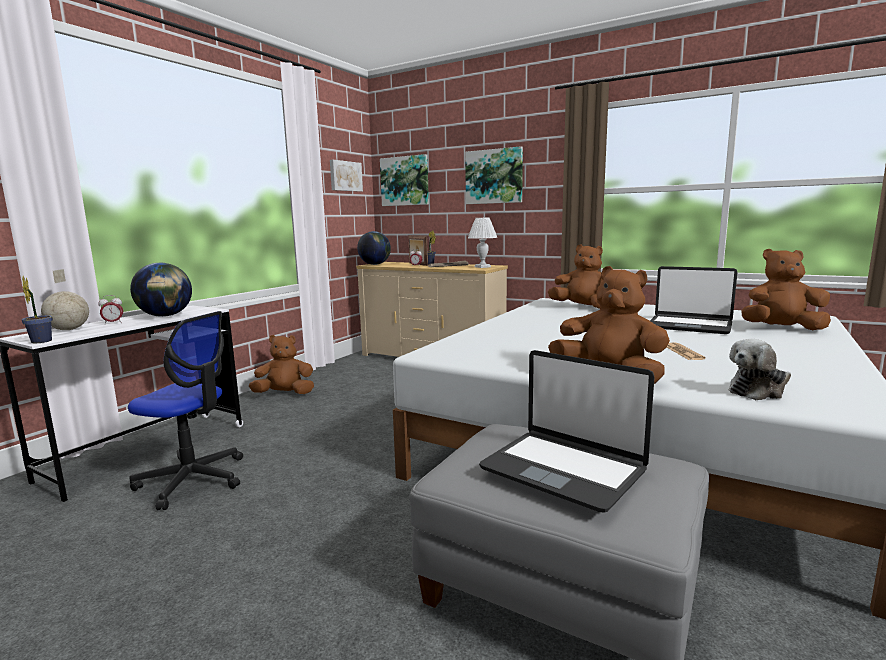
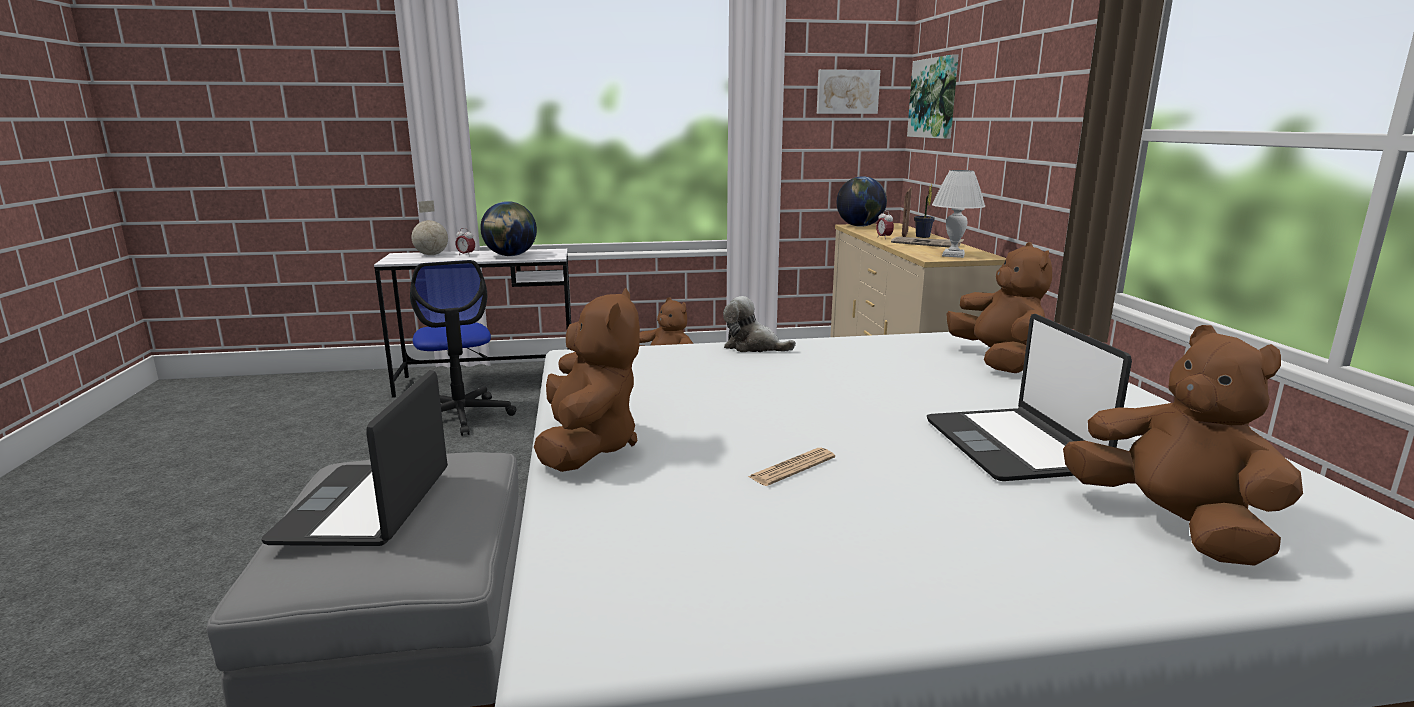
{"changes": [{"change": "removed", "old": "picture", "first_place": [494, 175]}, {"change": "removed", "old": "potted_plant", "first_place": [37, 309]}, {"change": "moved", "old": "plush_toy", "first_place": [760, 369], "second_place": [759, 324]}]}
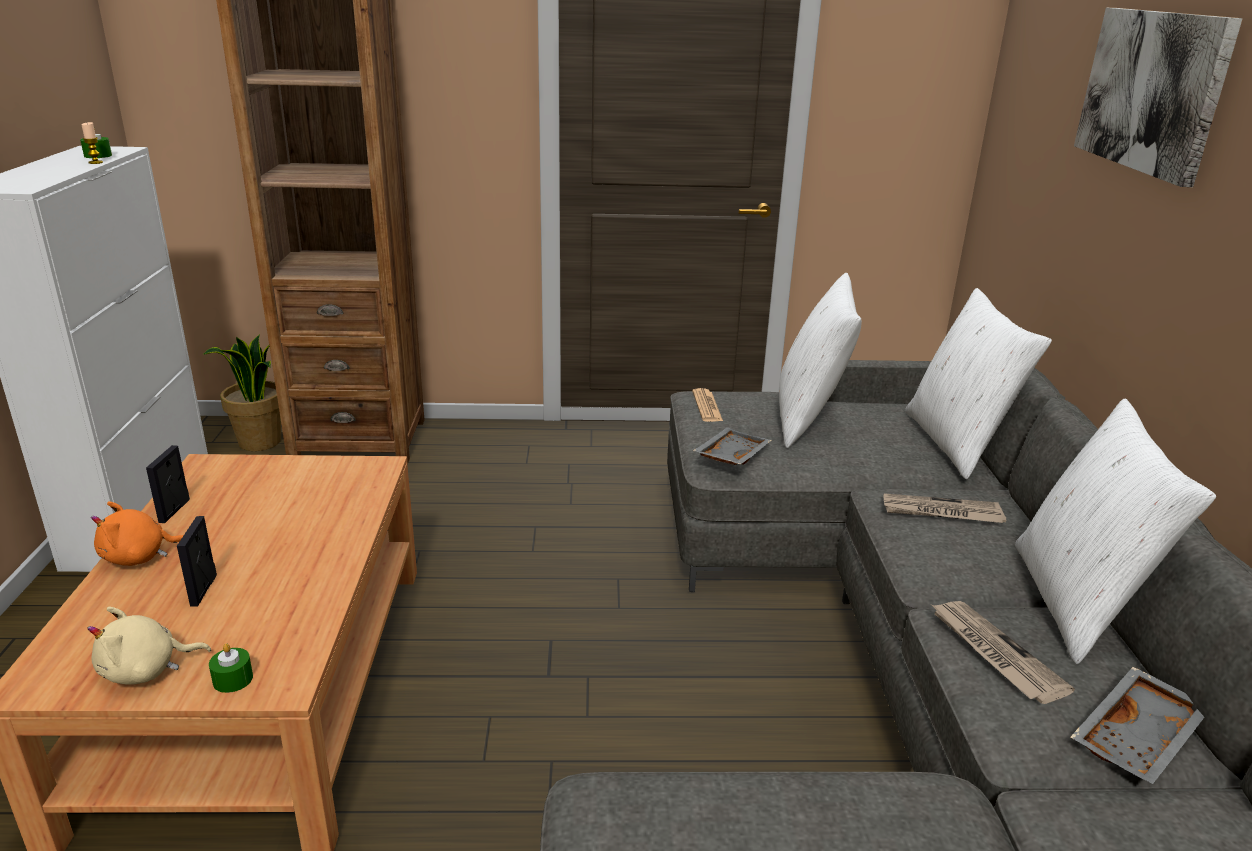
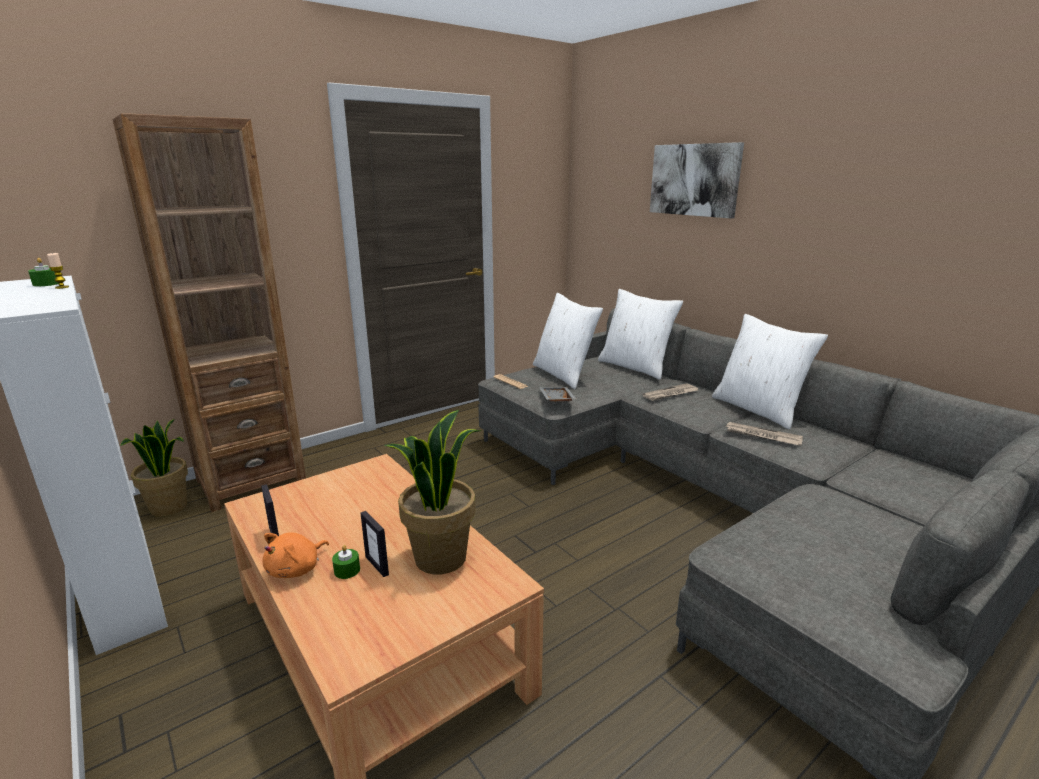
{"changes": [{"change": "removed", "old": "beige_plush_toy", "first_place": [149, 646]}, {"change": "moved", "old": "green_candle", "first_place": [231, 668], "second_place": [346, 562]}, {"change": "removed", "old": "grey_tray", "first_place": [1137, 725]}, {"change": "added", "new": "potted_plant", "second_place": [433, 492]}]}
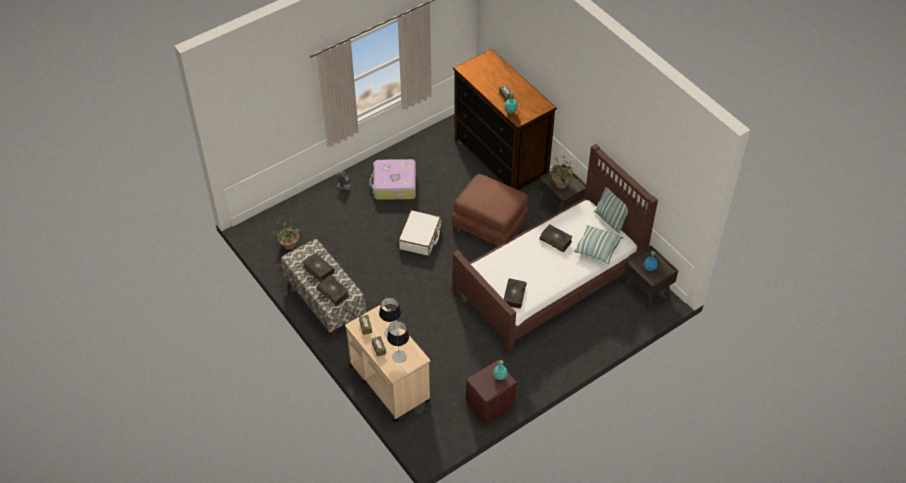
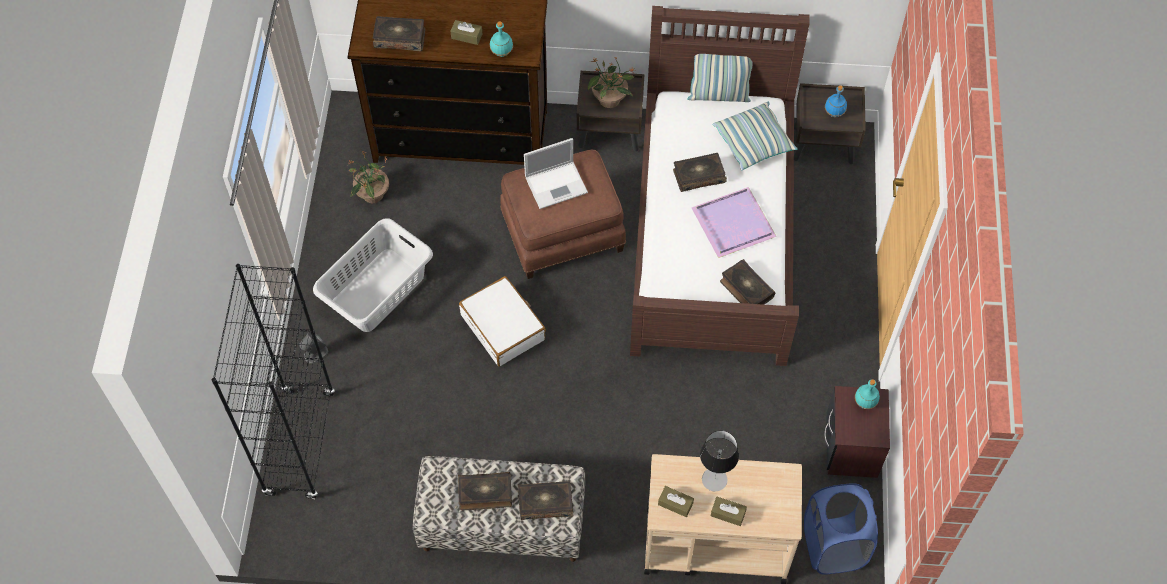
{"changes": [{"change": "replaced", "old": "suitcase", "new": "grey_laundry_basket", "first_place": [392, 179], "second_place": [373, 275]}, {"change": "moved", "old": "potted_plant", "first_place": [286, 233], "second_place": [368, 177]}, {"change": "removed", "old": "table_lamp", "first_place": [398, 342]}, {"change": "added", "new": "book", "second_place": [399, 33]}, {"change": "added", "new": "laptop", "second_place": [556, 173]}, {"change": "added", "new": "purple_tray", "second_place": [734, 222]}, {"change": "added", "new": "black_bookcase", "second_place": [273, 382]}, {"change": "added", "new": "blue_laundry_basket", "second_place": [841, 529]}]}
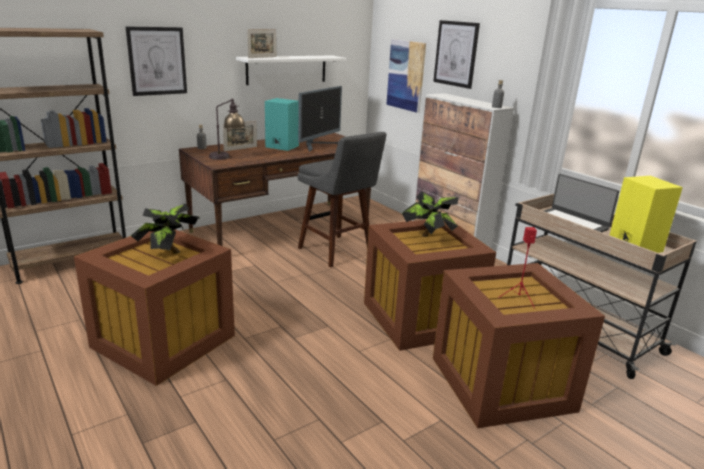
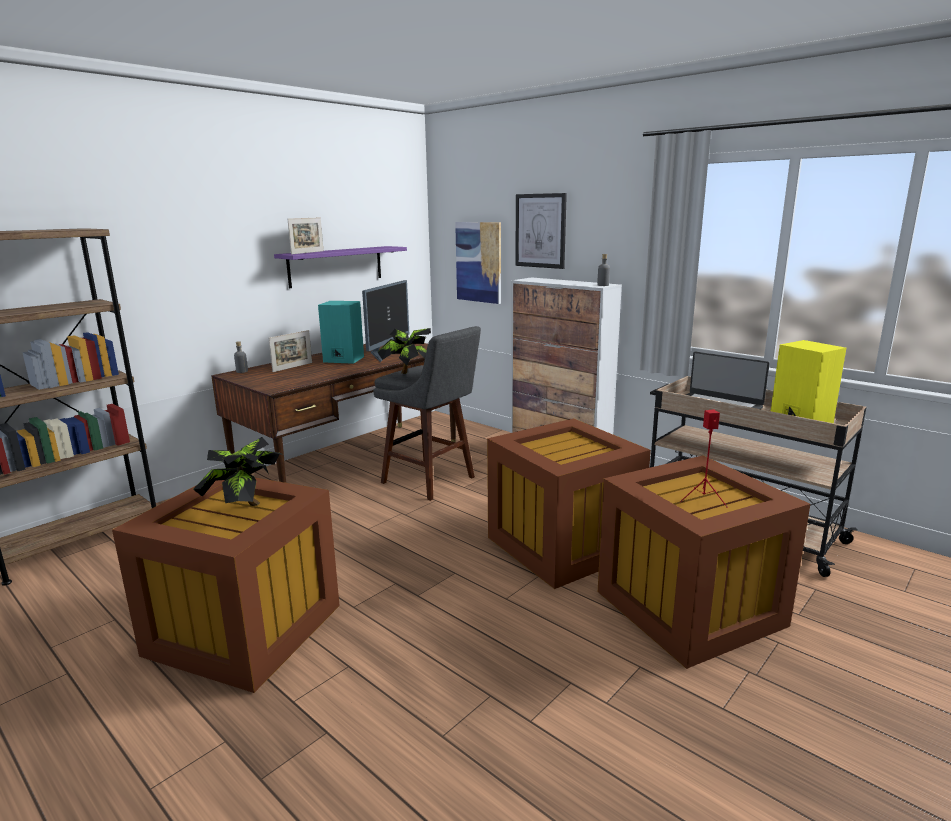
{"changes": [{"change": "removed", "old": "picture", "first_place": [156, 61]}, {"change": "recoloured", "old": "white_shelf", "new": "purple_shelf", "first_place": [291, 70], "second_place": [340, 267]}, {"change": "removed", "old": "table_lamp", "first_place": [227, 129]}, {"change": "moved", "old": "potted_plant", "first_place": [430, 214], "second_place": [404, 351]}]}
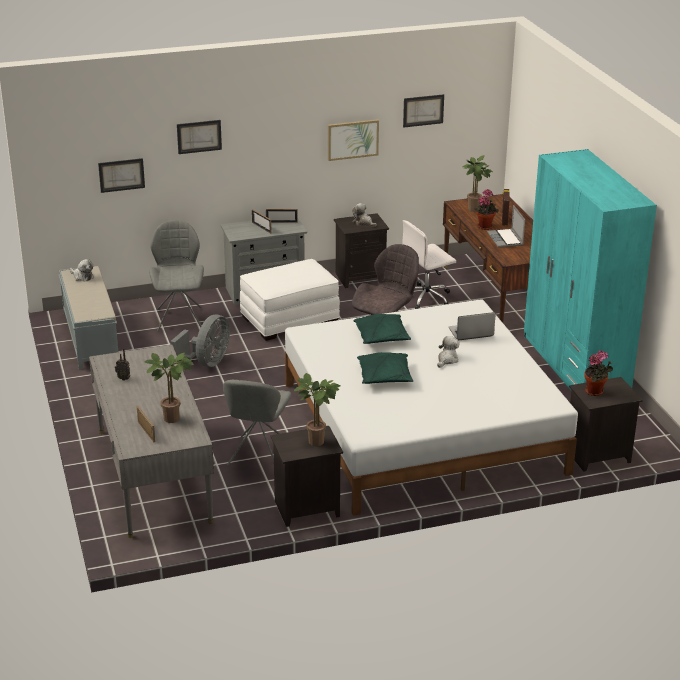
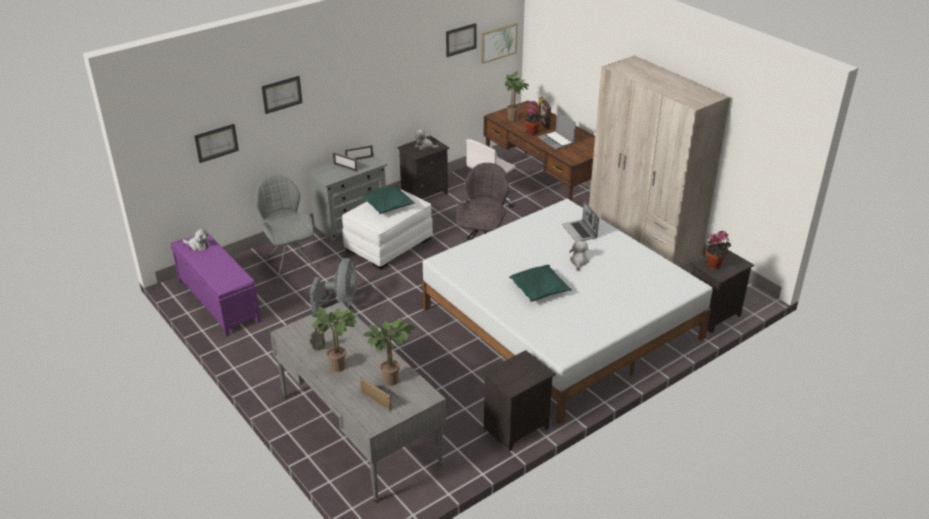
{"changes": [{"change": "moved", "old": "picture", "first_place": [353, 140], "second_place": [499, 43]}, {"change": "recoloured", "old": "turquoise_wardrobe", "new": "beige_wardrobe", "first_place": [590, 270], "second_place": [659, 161]}, {"change": "recoloured", "old": "grey_bench", "new": "purple_bench", "first_place": [88, 318], "second_place": [215, 285]}, {"change": "turned", "old": "laptop", "first_place": [472, 326], "second_place": [580, 221], "degrees": -75}, {"change": "moved", "old": "green_pillow", "first_place": [382, 329], "second_place": [388, 199]}, {"change": "moved", "old": "potted_plant", "first_place": [317, 409], "second_place": [333, 339]}, {"change": "removed", "old": "grey_chair", "first_place": [257, 423]}]}
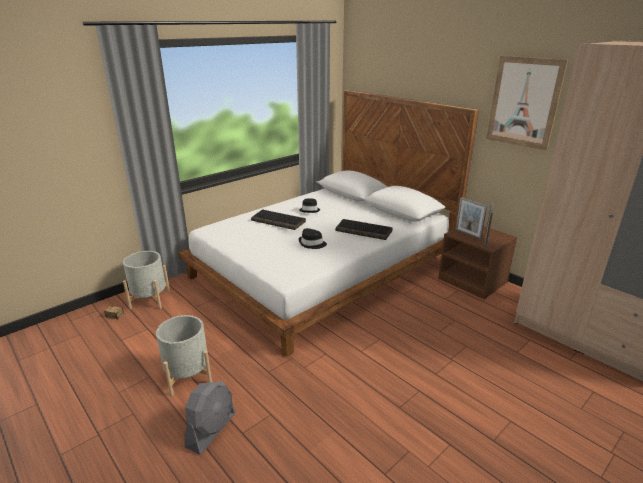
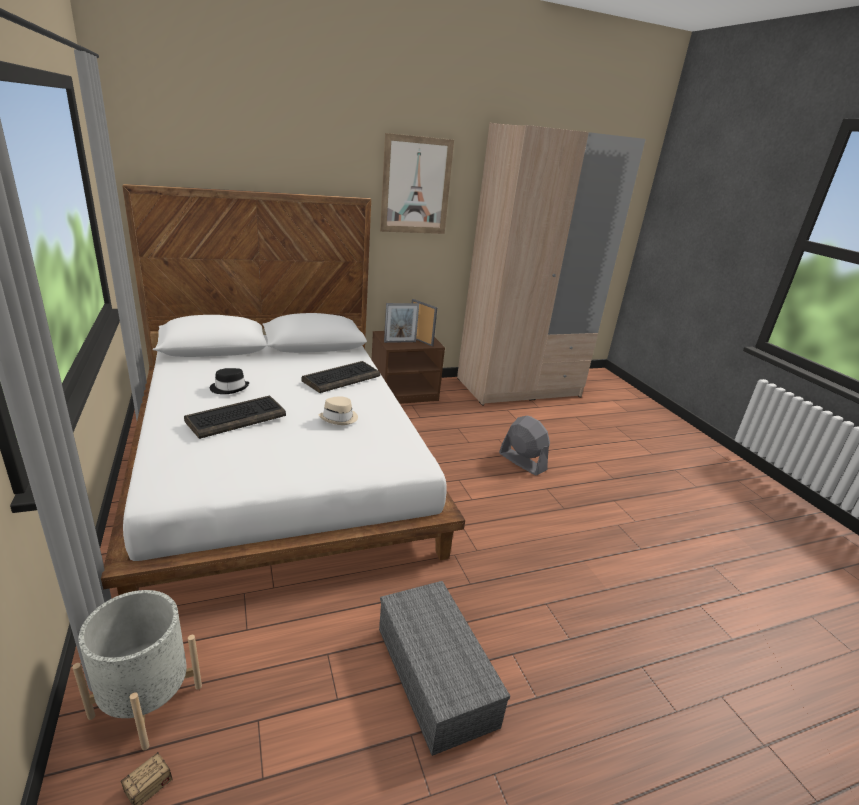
{"changes": [{"change": "recoloured", "old": "black_hat", "new": "beige_hat", "first_place": [313, 238], "second_place": [338, 410]}, {"change": "replaced", "old": "grey_planter", "new": "grey_storage_box", "first_place": [184, 355], "second_place": [444, 668]}, {"change": "moved", "old": "grey_fan", "first_place": [210, 418], "second_place": [524, 445]}]}
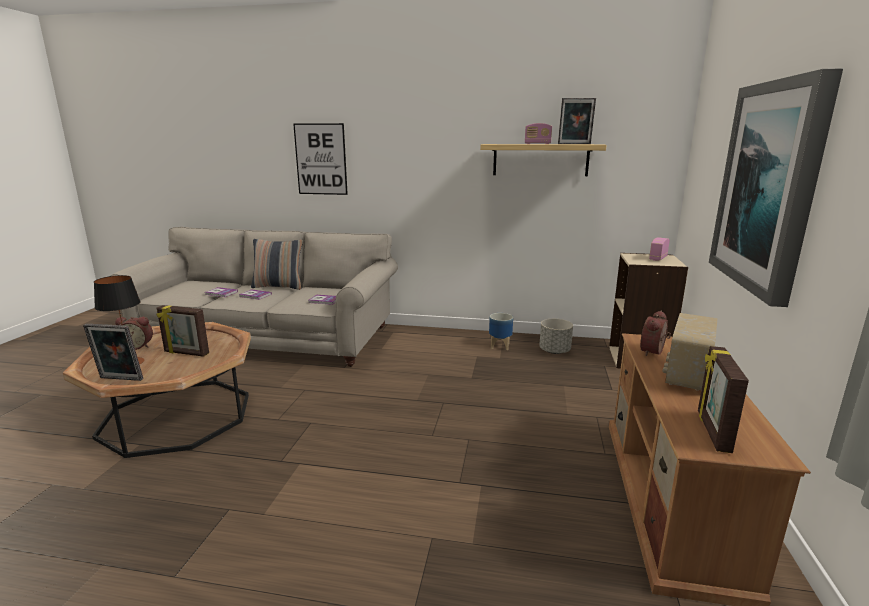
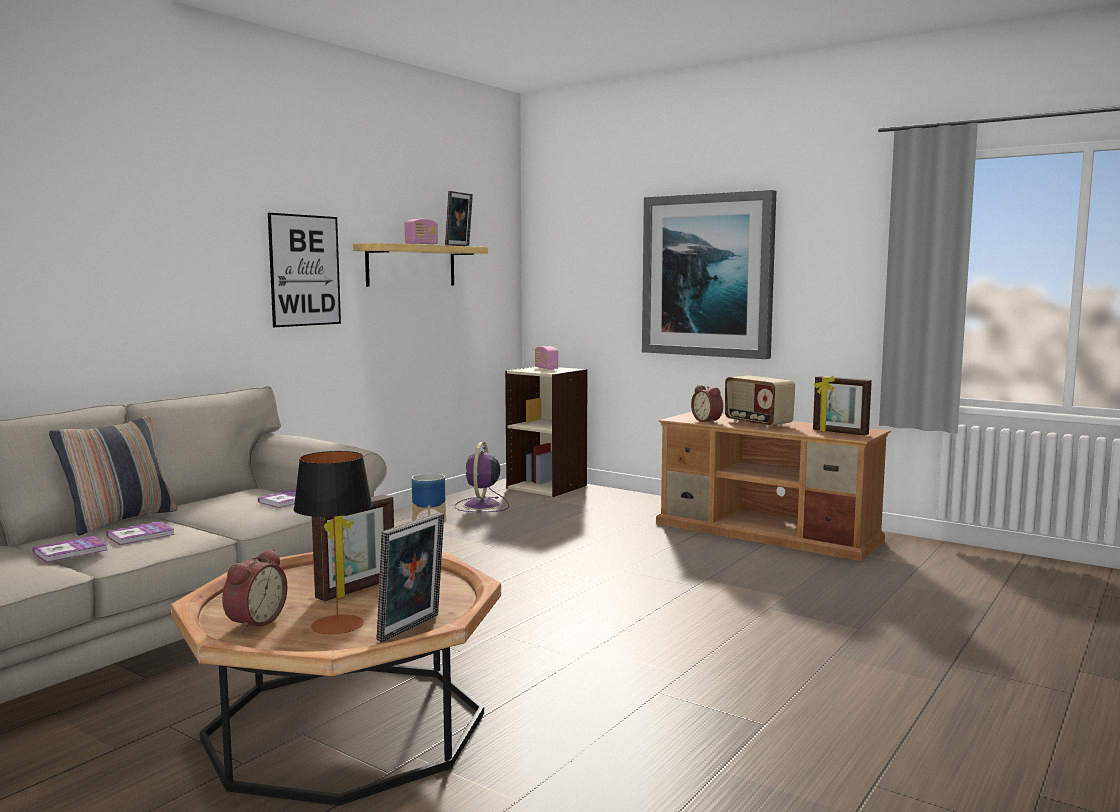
{"changes": [{"change": "moved", "old": "picture", "first_place": [320, 159], "second_place": [304, 270]}, {"change": "replaced", "old": "grey_planter", "new": "purple_fan", "first_place": [556, 336], "second_place": [482, 477]}]}
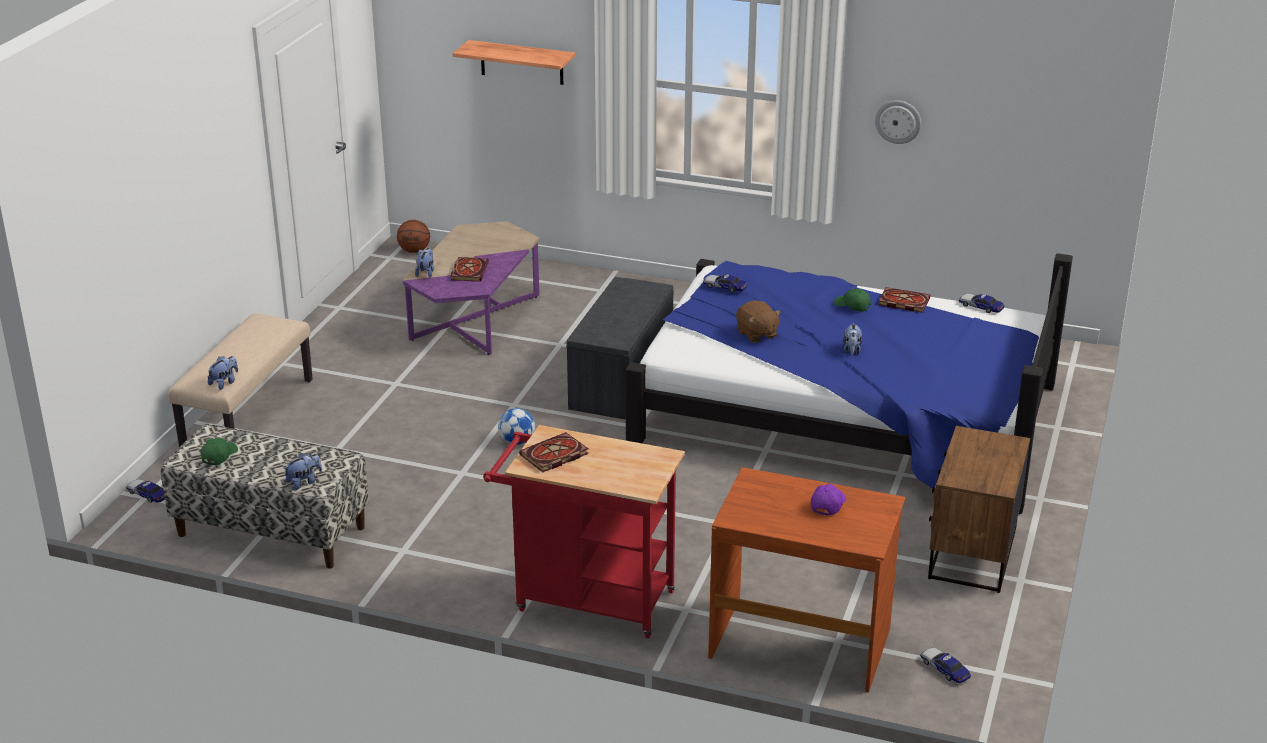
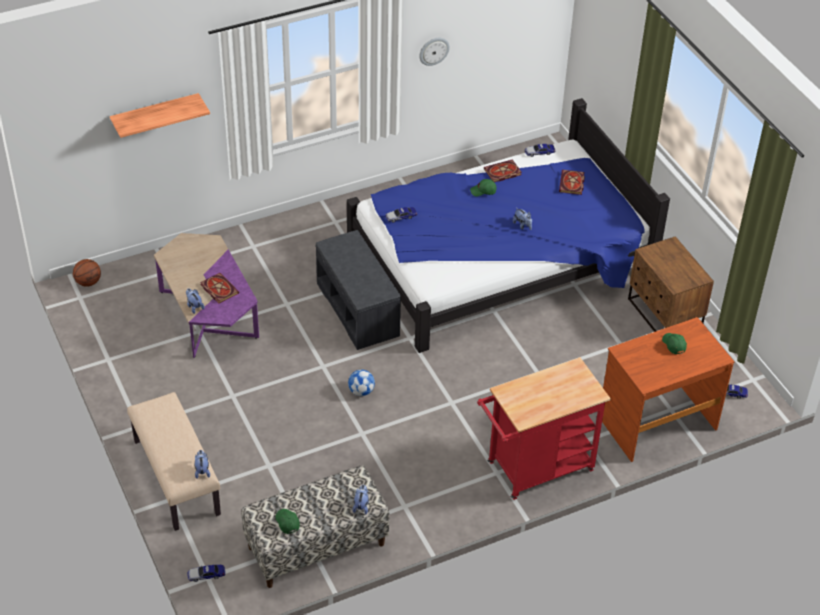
{"changes": [{"change": "removed", "old": "brown_plush_toy", "first_place": [758, 322]}, {"change": "moved", "old": "book", "first_place": [554, 452], "second_place": [572, 182]}, {"change": "recoloured", "old": "purple_cap", "new": "green_cap", "first_place": [828, 500], "second_place": [674, 343]}]}
